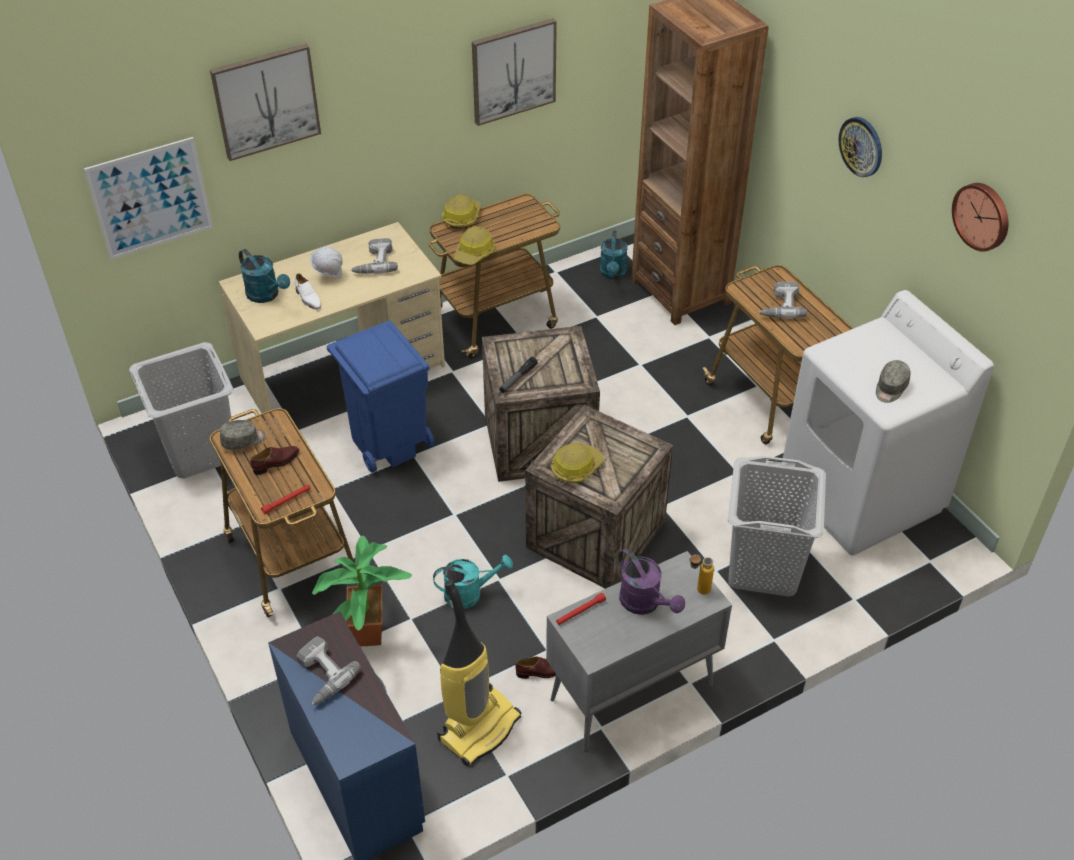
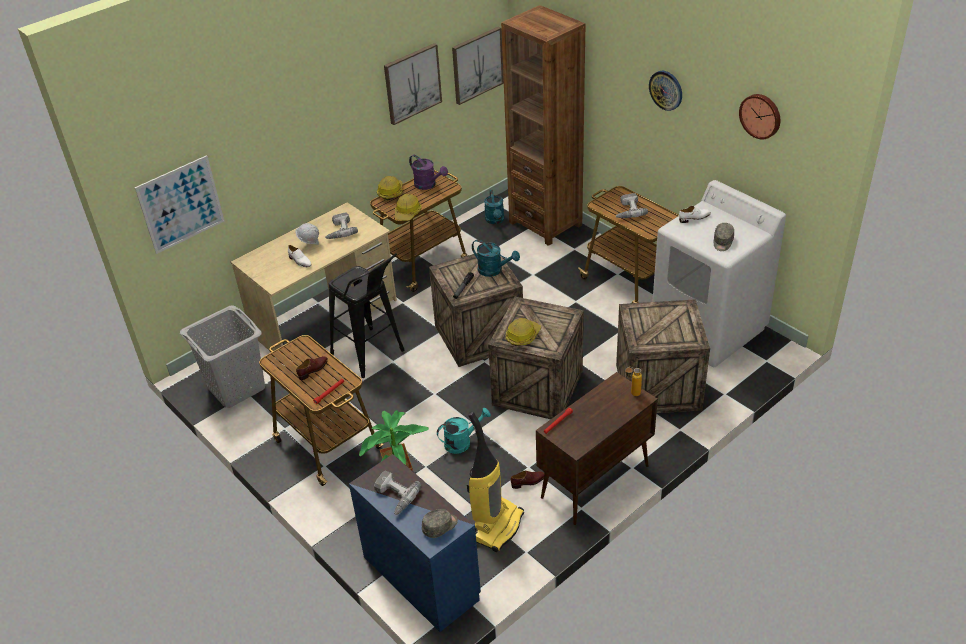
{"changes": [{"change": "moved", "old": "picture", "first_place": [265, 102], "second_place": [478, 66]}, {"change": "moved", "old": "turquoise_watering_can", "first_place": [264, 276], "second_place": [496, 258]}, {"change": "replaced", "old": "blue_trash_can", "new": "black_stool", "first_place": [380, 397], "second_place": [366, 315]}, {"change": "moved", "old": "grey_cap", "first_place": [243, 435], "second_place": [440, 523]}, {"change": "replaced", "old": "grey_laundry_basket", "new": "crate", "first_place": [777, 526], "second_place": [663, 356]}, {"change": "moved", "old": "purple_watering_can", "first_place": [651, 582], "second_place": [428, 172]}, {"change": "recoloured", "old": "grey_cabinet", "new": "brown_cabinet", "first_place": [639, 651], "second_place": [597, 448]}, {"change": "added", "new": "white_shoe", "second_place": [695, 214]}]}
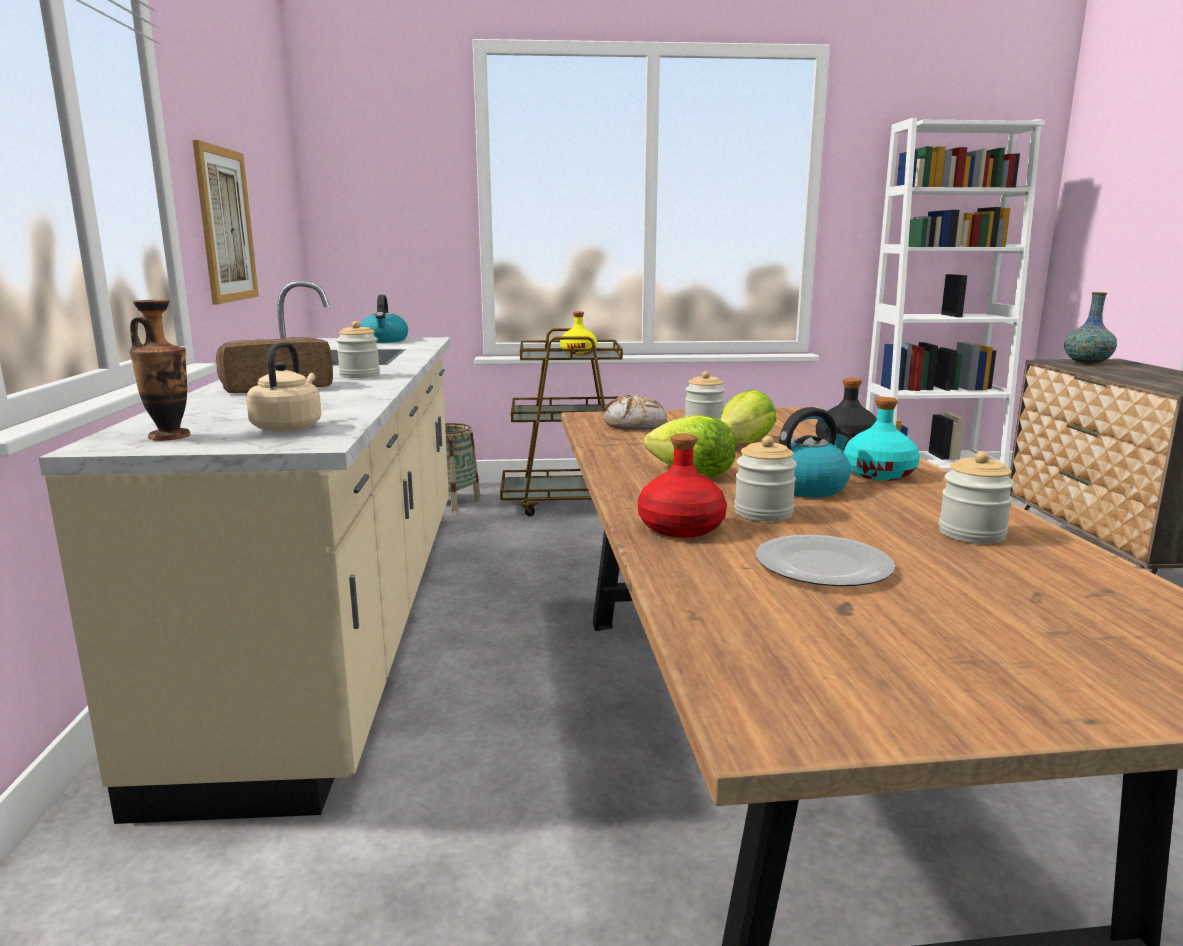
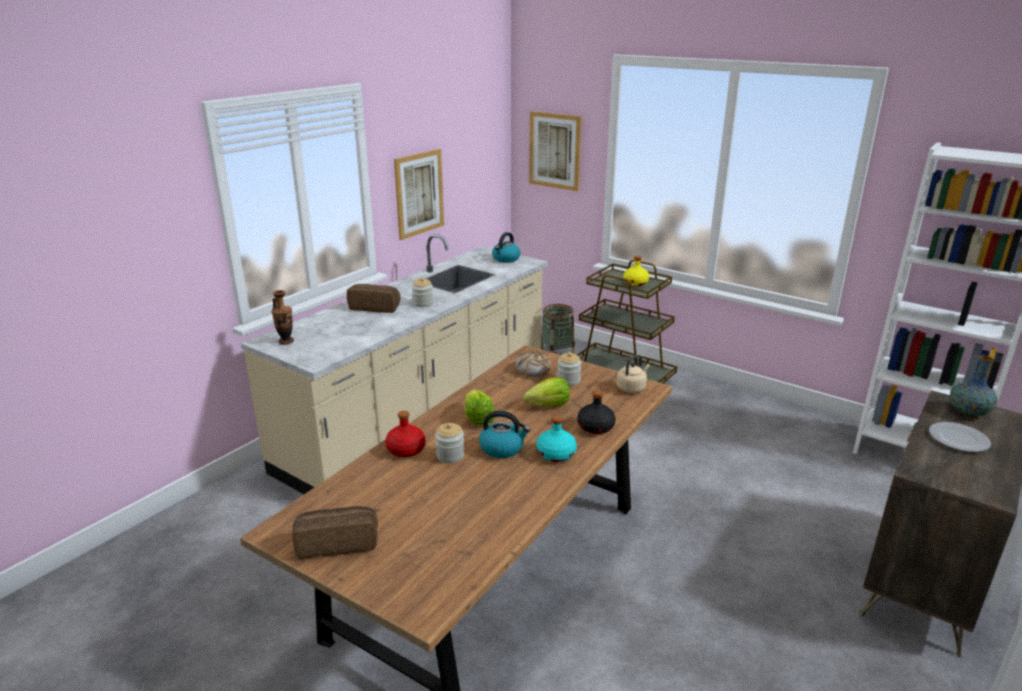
{"changes": [{"change": "moved", "old": "beige_kettle", "first_place": [284, 387], "second_place": [633, 374]}, {"change": "removed", "old": "jar", "first_place": [977, 497]}, {"change": "moved", "old": "plate", "first_place": [826, 560], "second_place": [960, 437]}, {"change": "added", "new": "picture", "second_place": [555, 151]}, {"change": "added", "new": "bread", "second_place": [335, 532]}]}
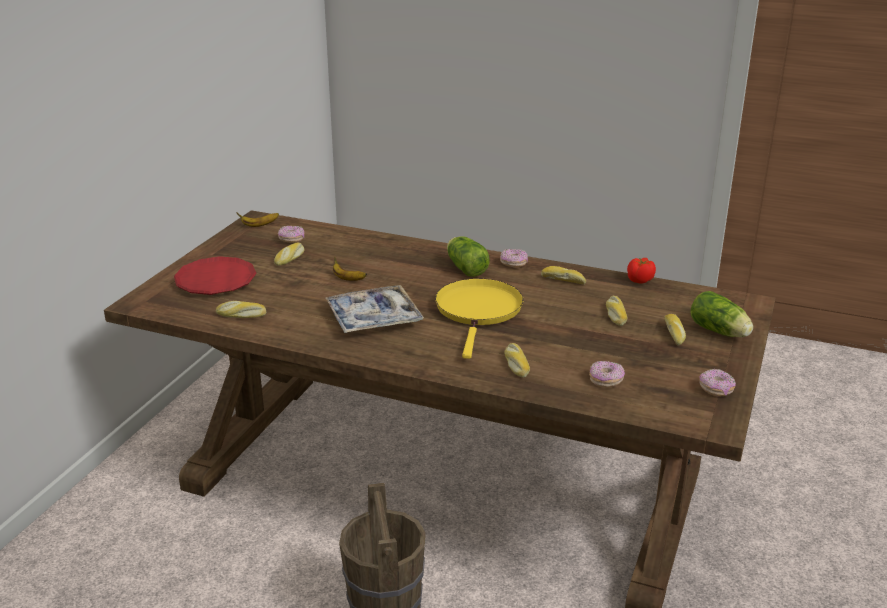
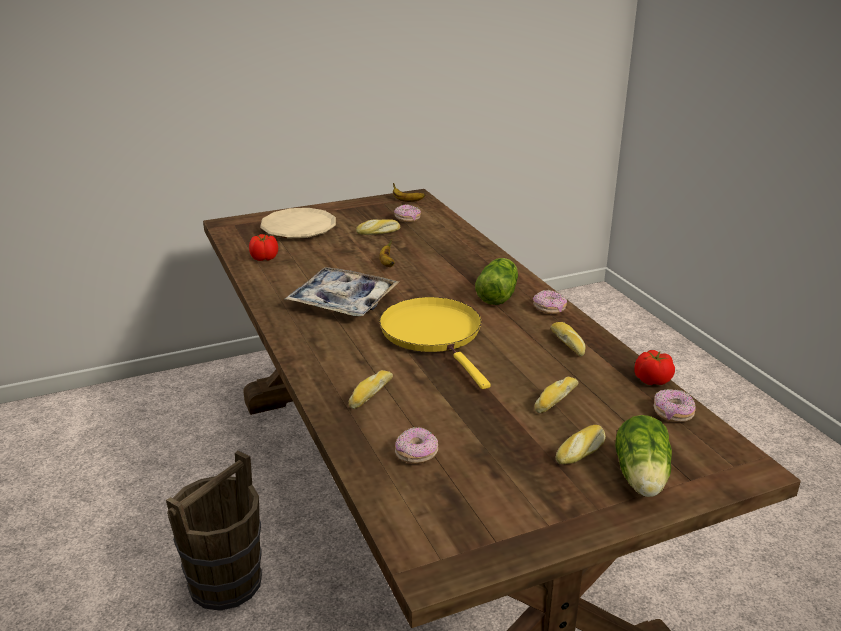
{"changes": [{"change": "recoloured", "old": "red_plate", "new": "beige_plate", "first_place": [215, 275], "second_place": [298, 223]}, {"change": "turned", "old": "yellow_frying_pan", "first_place": [479, 319], "second_place": [435, 343], "degrees": -75}, {"change": "replaced", "old": "bread", "new": "tomato", "first_place": [241, 309], "second_place": [263, 247]}, {"change": "moved", "old": "donut", "first_place": [717, 382], "second_place": [675, 405]}]}
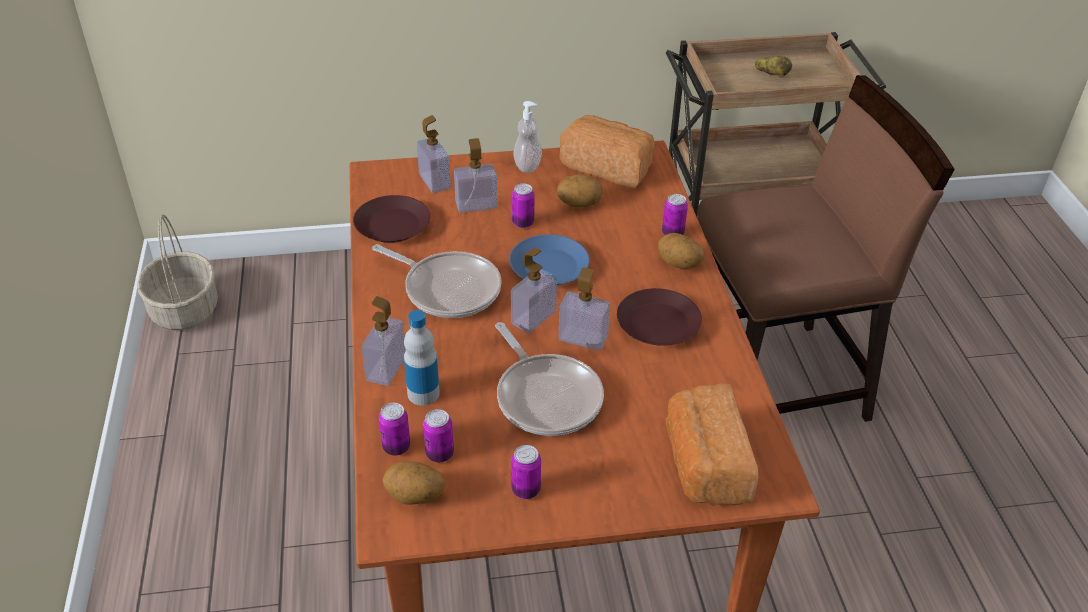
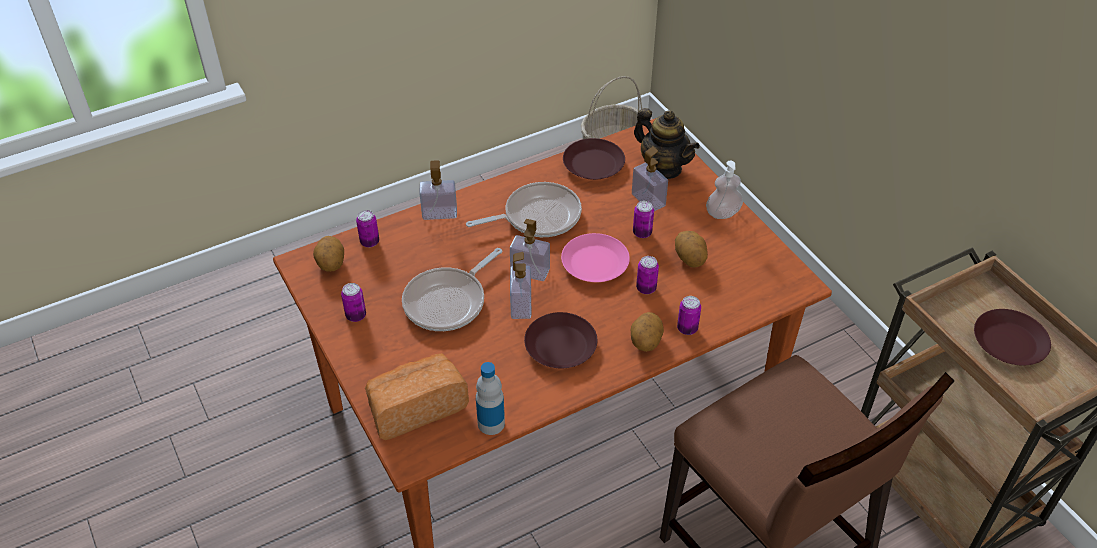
{"changes": [{"change": "replaced", "old": "potato", "new": "brown_plate", "first_place": [773, 66], "second_place": [1012, 337]}, {"change": "replaced", "old": "soap_dispenser", "new": "teapot", "first_place": [434, 154], "second_place": [667, 143]}, {"change": "removed", "old": "bread", "first_place": [607, 151]}, {"change": "recoloured", "old": "blue_plate", "new": "pink_plate", "first_place": [549, 260], "second_place": [595, 257]}, {"change": "turned", "old": "frying_pan", "first_place": [437, 281], "second_place": [524, 209], "degrees": -120}, {"change": "moved", "old": "bottle", "first_place": [422, 358], "second_place": [490, 398]}, {"change": "moved", "old": "can", "first_place": [438, 435], "second_place": [647, 275]}]}
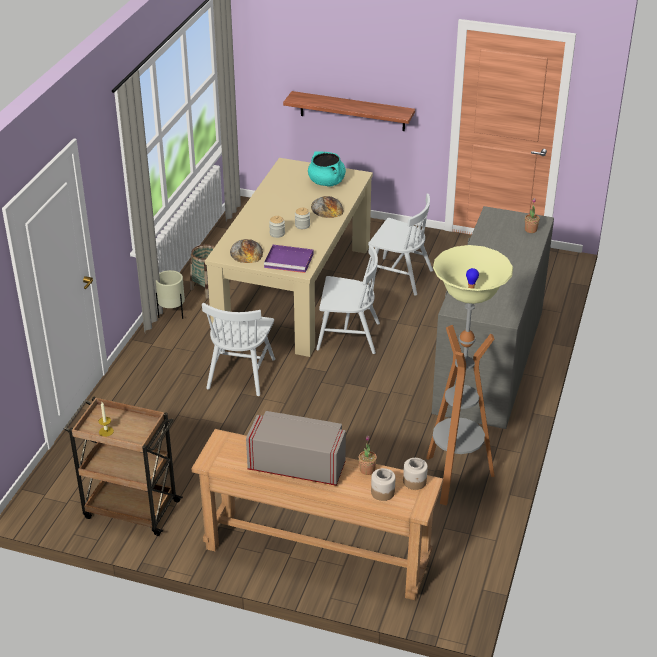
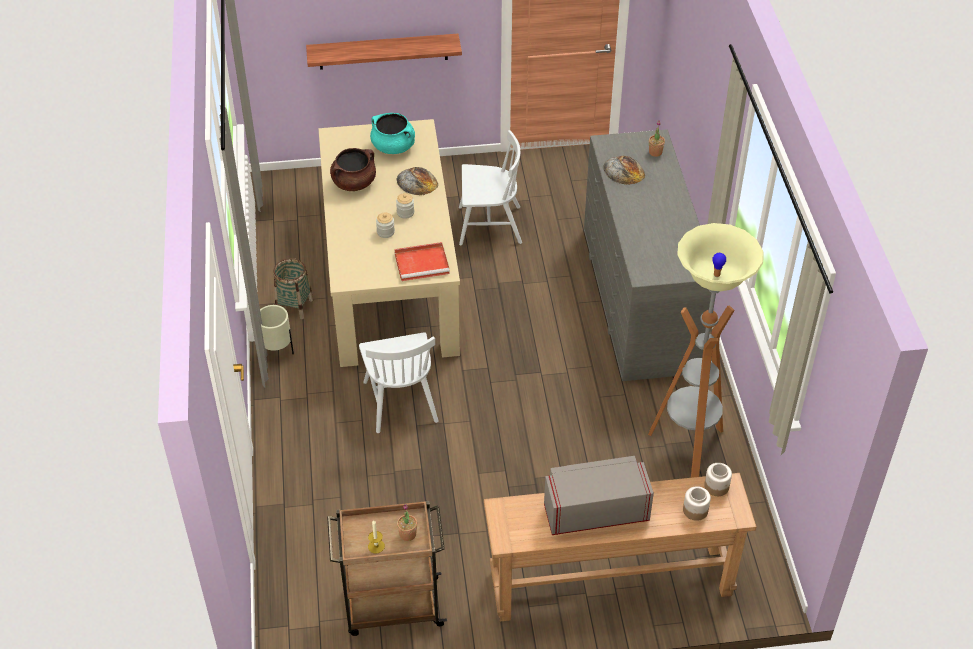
{"changes": [{"change": "moved", "old": "bread", "first_place": [246, 251], "second_place": [624, 170]}, {"change": "recoloured", "old": "purple_tray", "new": "red_tray", "first_place": [288, 259], "second_place": [422, 261]}, {"change": "removed", "old": "white_chair", "first_place": [348, 299]}, {"change": "moved", "old": "potted_plant", "first_place": [368, 455], "second_place": [407, 522]}, {"change": "added", "new": "brown_cooking_pot", "second_place": [353, 169]}]}
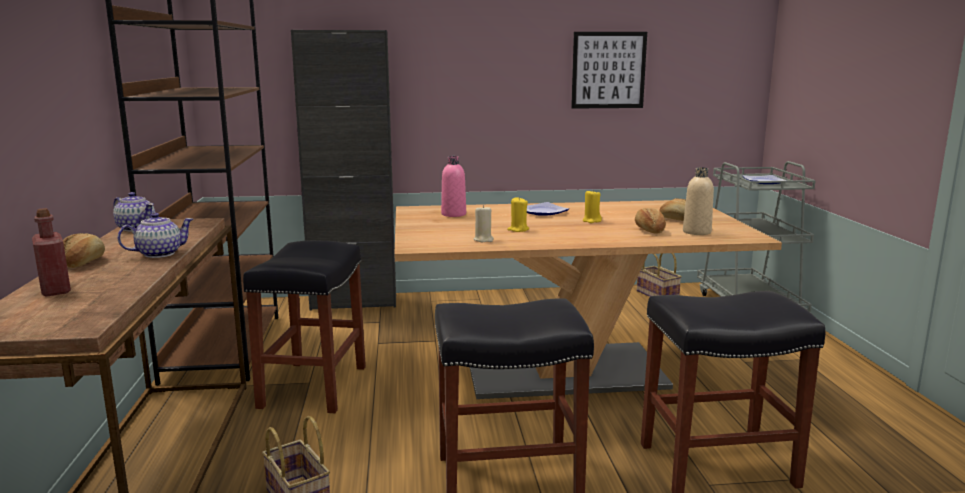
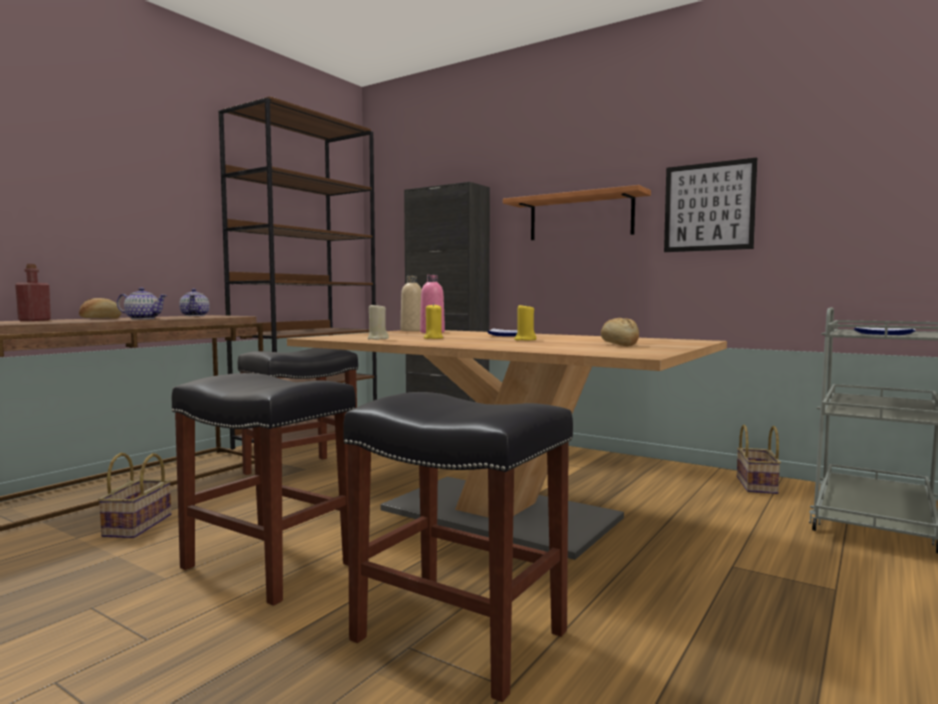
{"changes": [{"change": "moved", "old": "beige_bottle", "first_place": [698, 201], "second_place": [411, 303]}, {"change": "removed", "old": "bread", "first_place": [650, 221]}, {"change": "added", "new": "shelf", "second_place": [577, 212]}]}
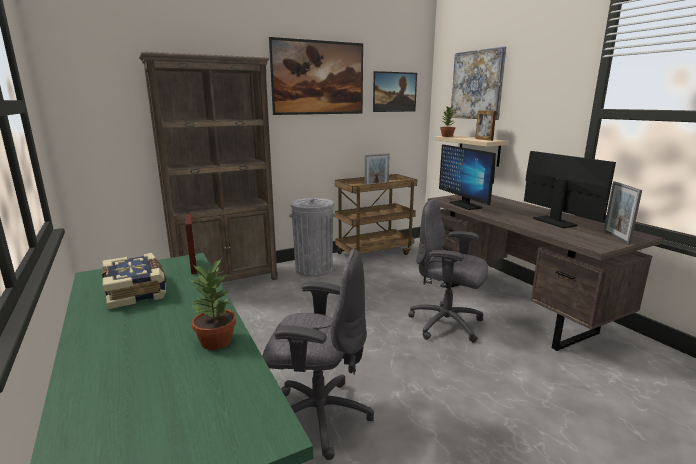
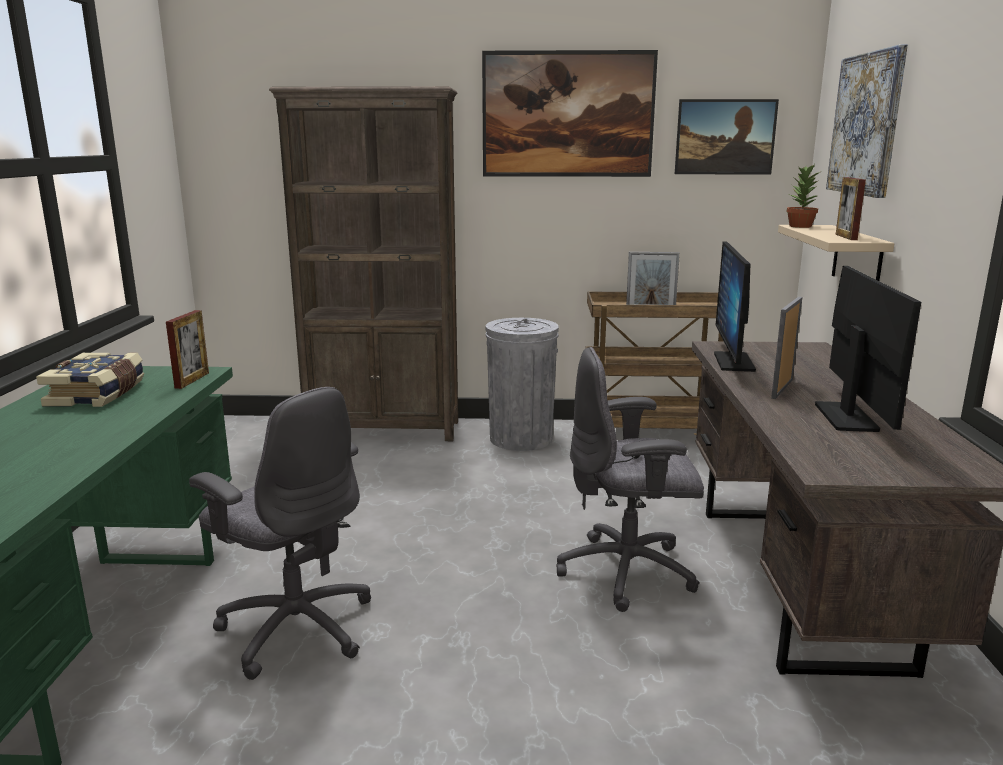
{"changes": [{"change": "moved", "old": "picture_frame", "first_place": [623, 212], "second_place": [786, 348]}, {"change": "turned", "old": "grey_office_chair", "first_place": [448, 271], "second_place": [630, 479], "degrees": -60}, {"change": "removed", "old": "potted_plant", "first_place": [212, 304]}]}
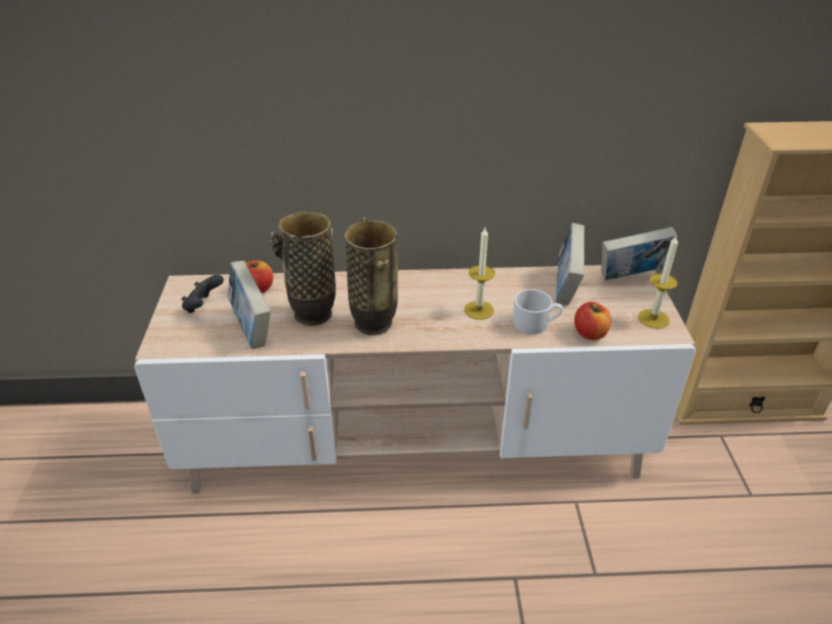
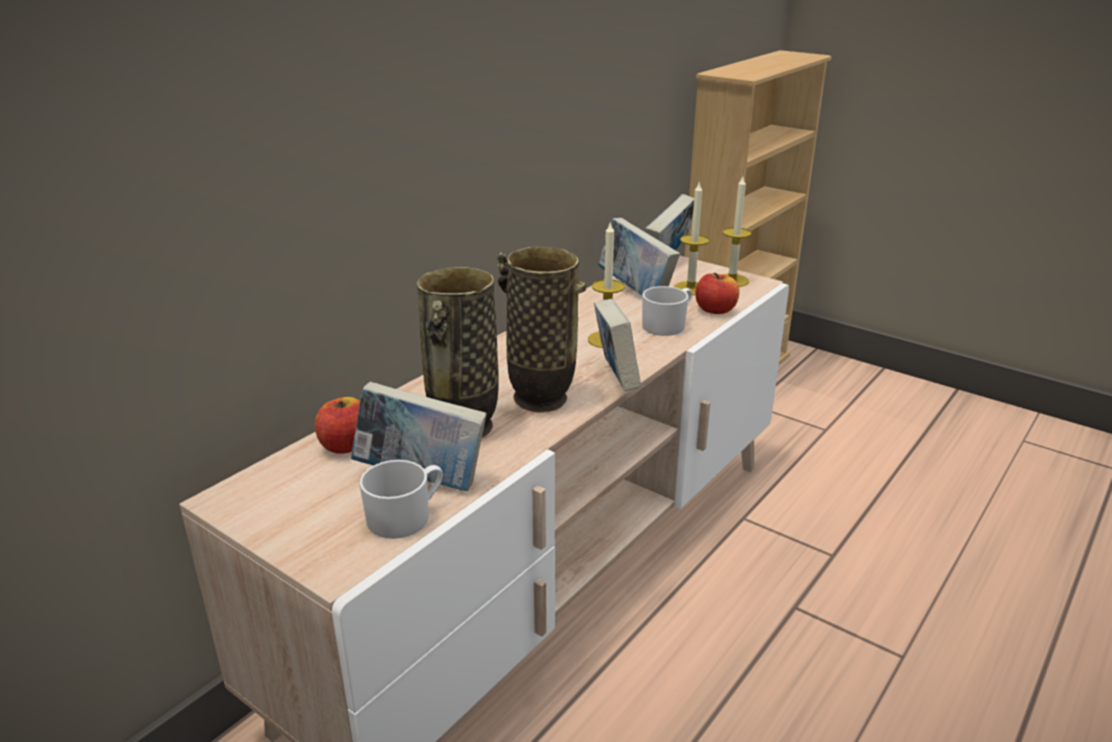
{"changes": [{"change": "removed", "old": "black_game_controller", "first_place": [202, 294]}, {"change": "added", "new": "candle", "second_place": [691, 238]}, {"change": "added", "new": "book", "second_place": [617, 345]}, {"change": "added", "new": "white_mug", "second_place": [401, 499]}]}
